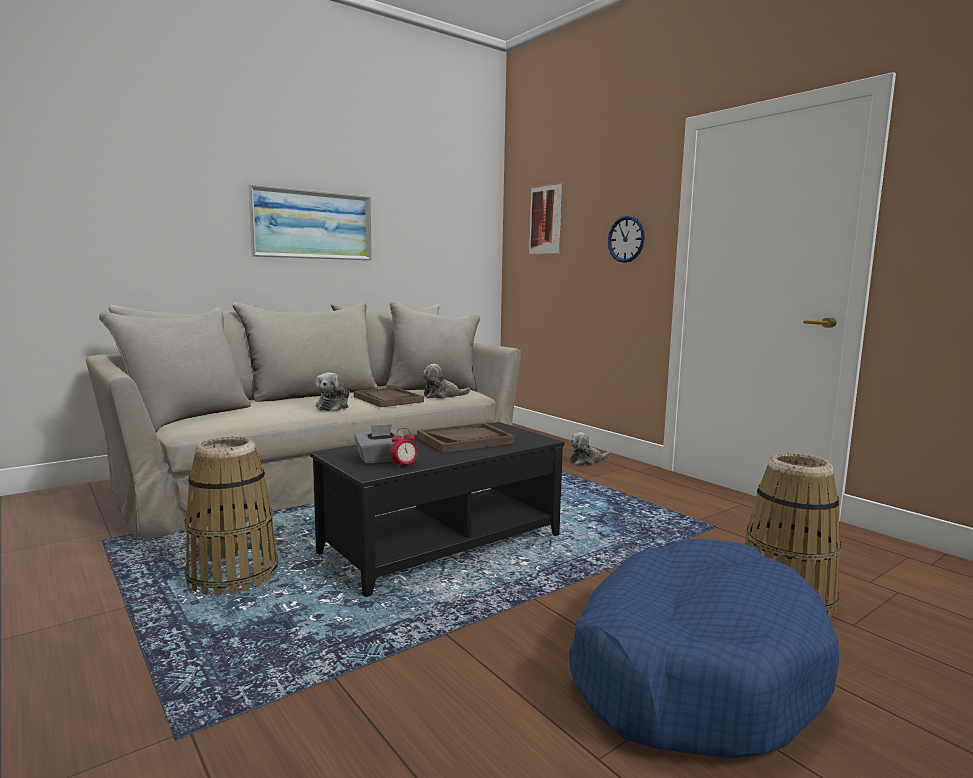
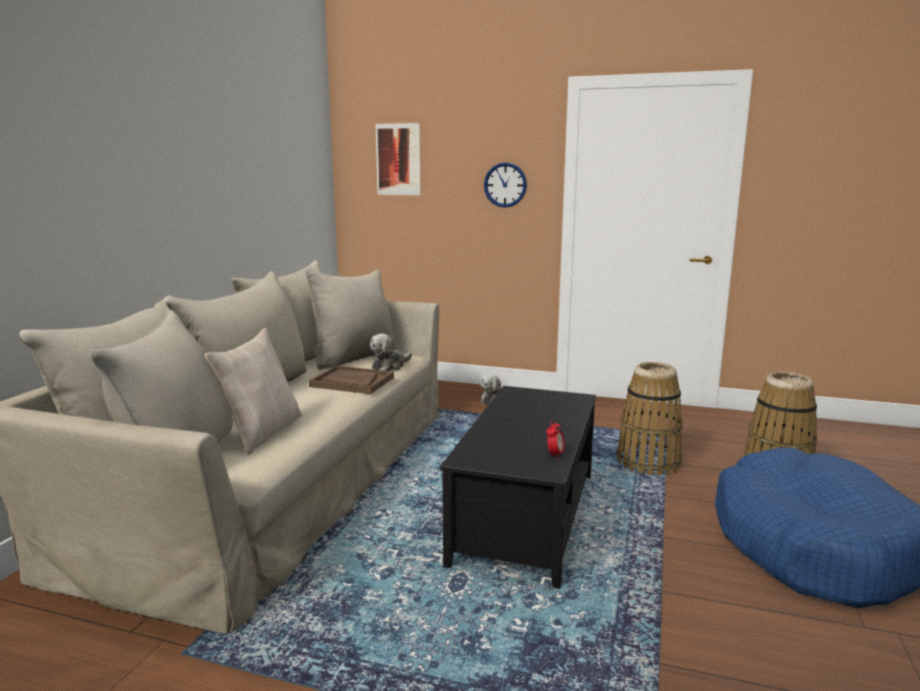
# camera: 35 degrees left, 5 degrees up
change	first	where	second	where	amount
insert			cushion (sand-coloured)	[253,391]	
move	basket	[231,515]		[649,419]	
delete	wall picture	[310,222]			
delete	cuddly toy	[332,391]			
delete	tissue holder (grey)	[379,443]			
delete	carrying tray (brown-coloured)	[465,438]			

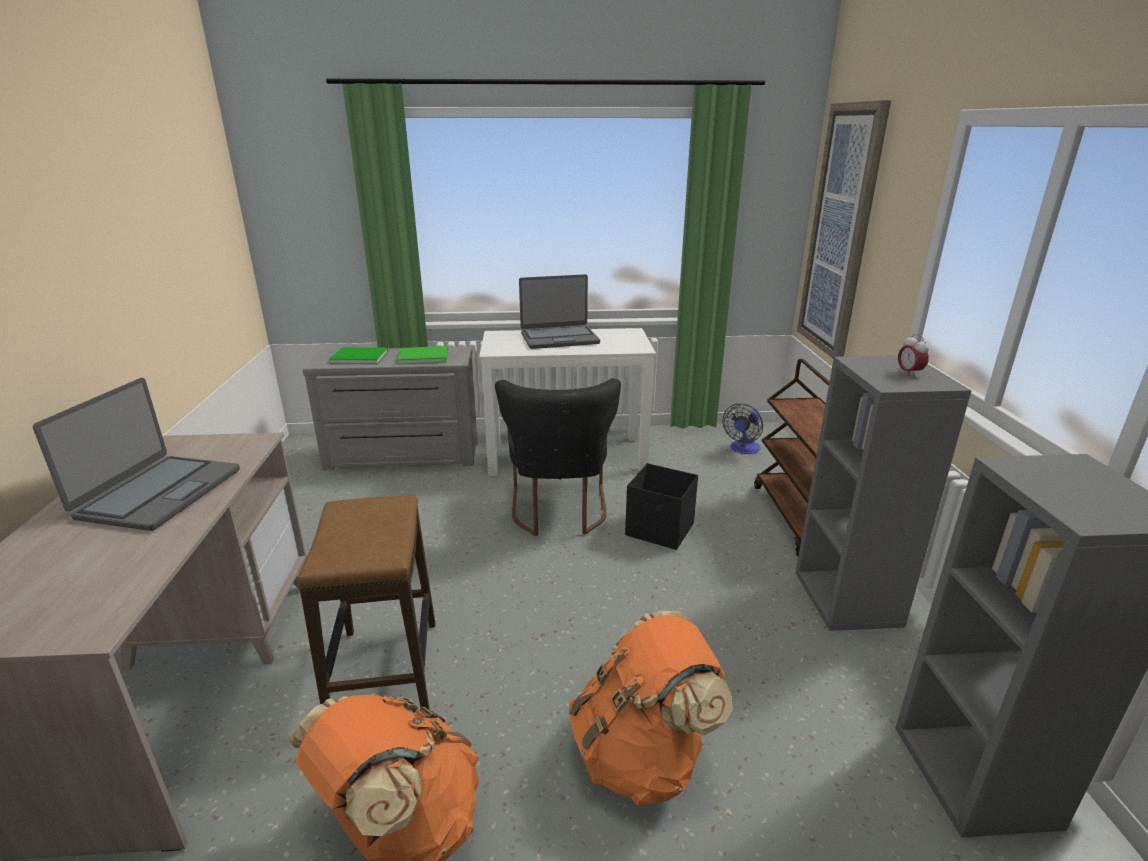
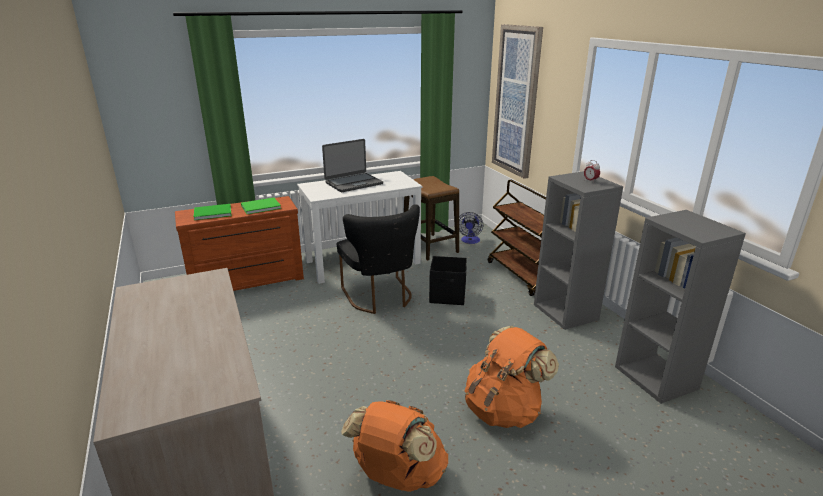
# camera: 20 degrees left, 0 degrees up
change	first	where	second	where	amount
recolor	chest of drawers (grey)	[390,408]	chest of drawers (brown-coloured)	[239,243]	
move	stool seat	[366,602]		[431,218]	
delete	portable computer	[136,454]			

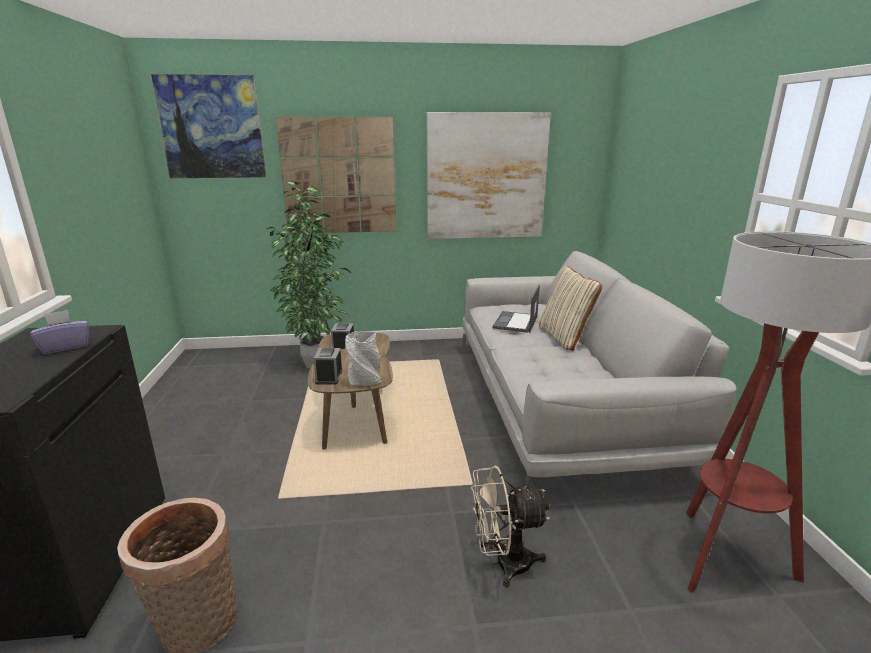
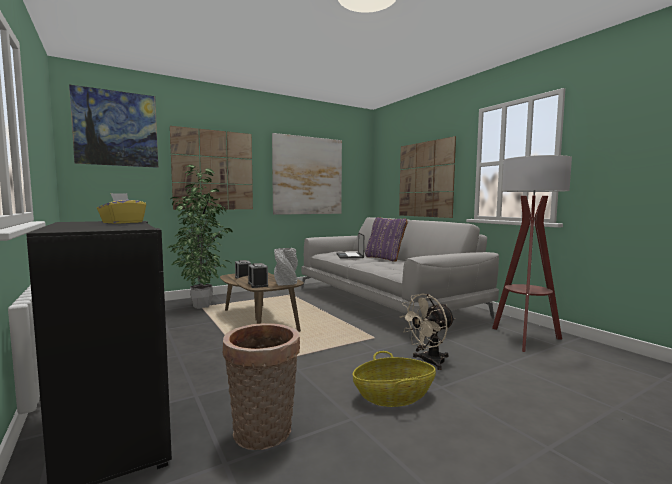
# camera: 25 degrees left, 15 degrees down
change	first	where	second	where	amount
recolor	tissue holder (purplish)	[59,332]	tissue holder (yellow-coloured)	[121,208]	
insert			basket	[394,379]	
recolor	cushion (sand-coloured)	[570,308]	cushion (purplish)	[386,239]	
insert			wall picture	[427,177]	

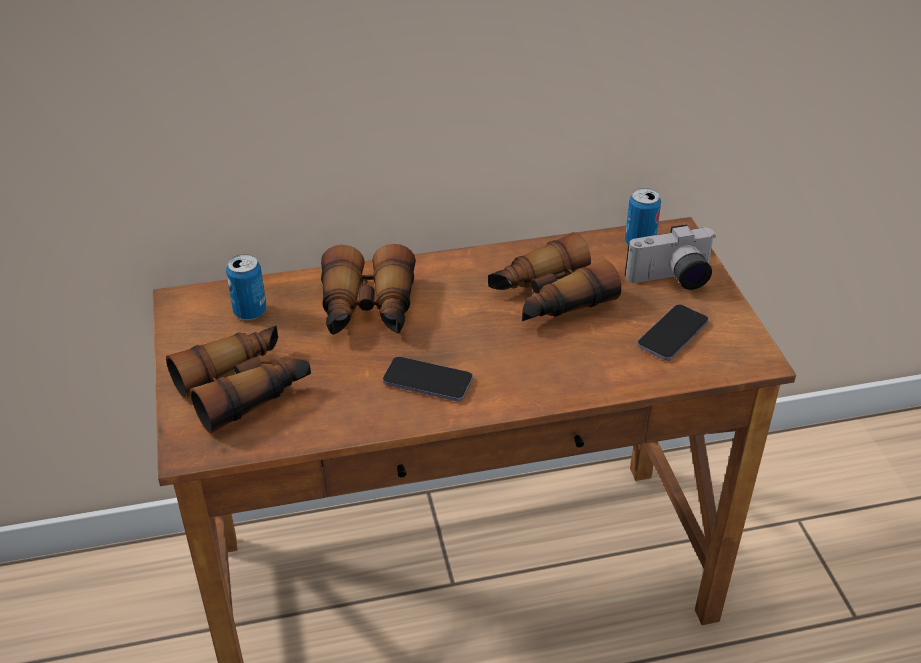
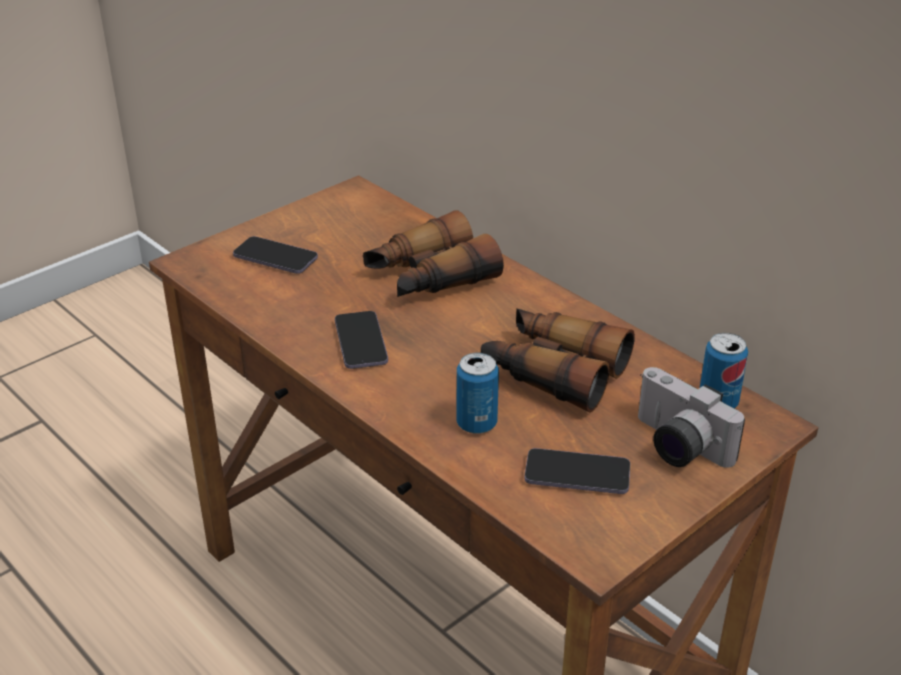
# camera: 60 degrees right, 5 degrees down
change	first	where	second	where	amount
replace	binoculars	[238,379]	phone	[275,255]	
move	metal can	[246,287]		[478,393]	

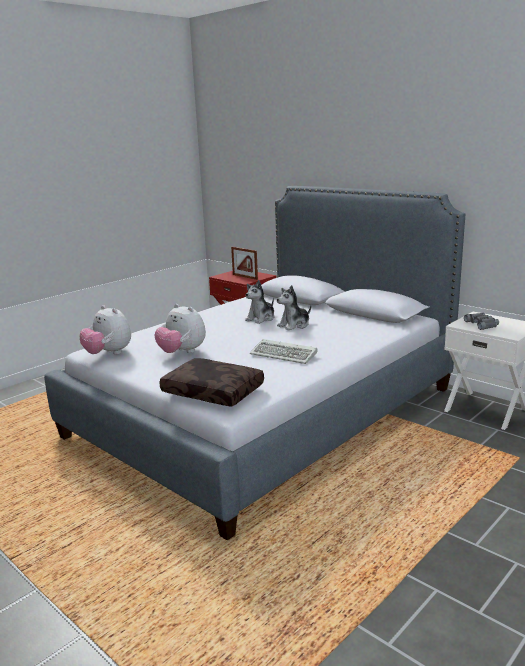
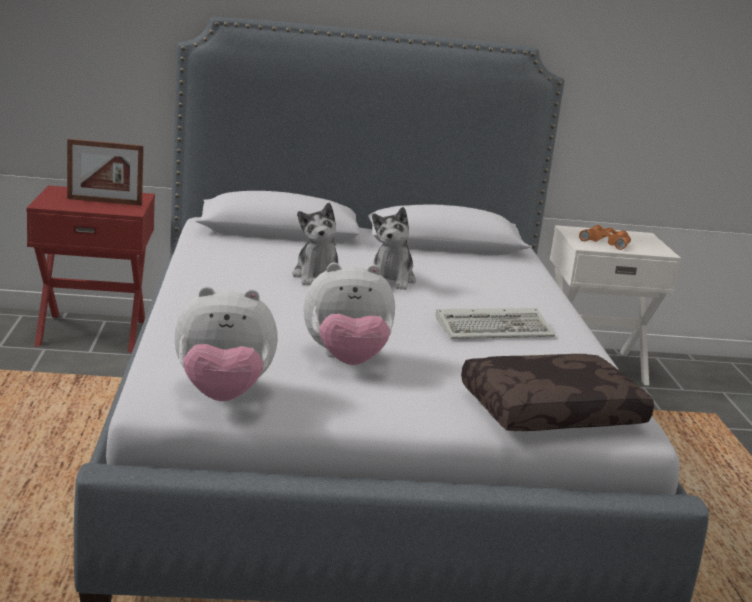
# camera: 50 degrees left, 0 degrees up
change	first	where	second	where	amount
recolor	binoculars (grey)	[481,321]	binoculars (orange)	[605,237]	

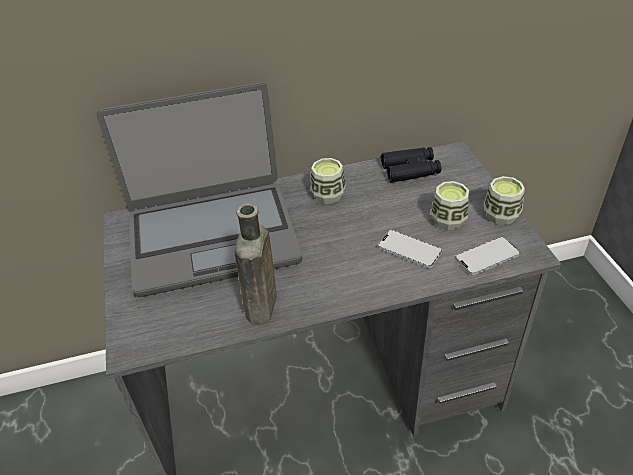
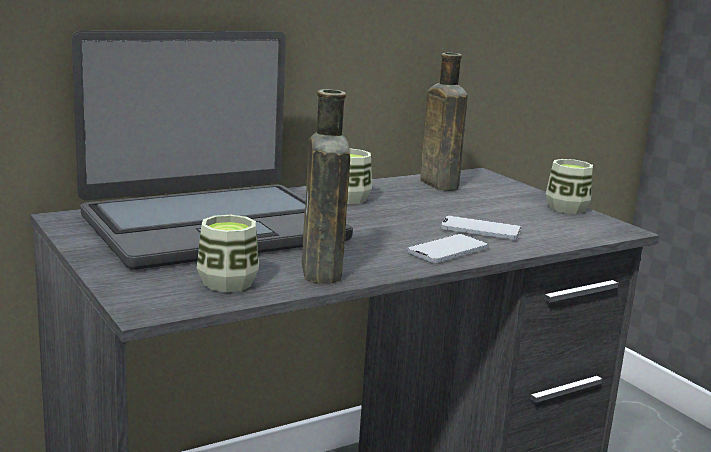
# camera: 20 degrees left, 25 degrees down
change	first	where	second	where	amount
move	drinking cup	[450,205]		[228,253]	
move	phone	[487,256]		[448,248]	
replace	binoculars (black)	[411,165]	beverage bottle (brown-coloured)	[444,122]	

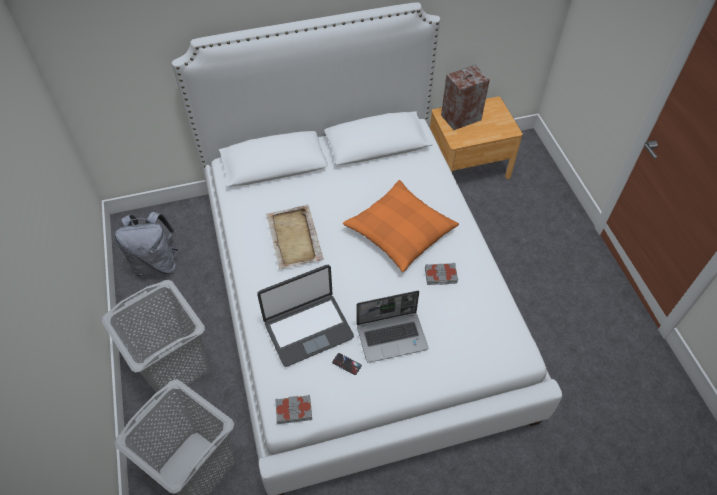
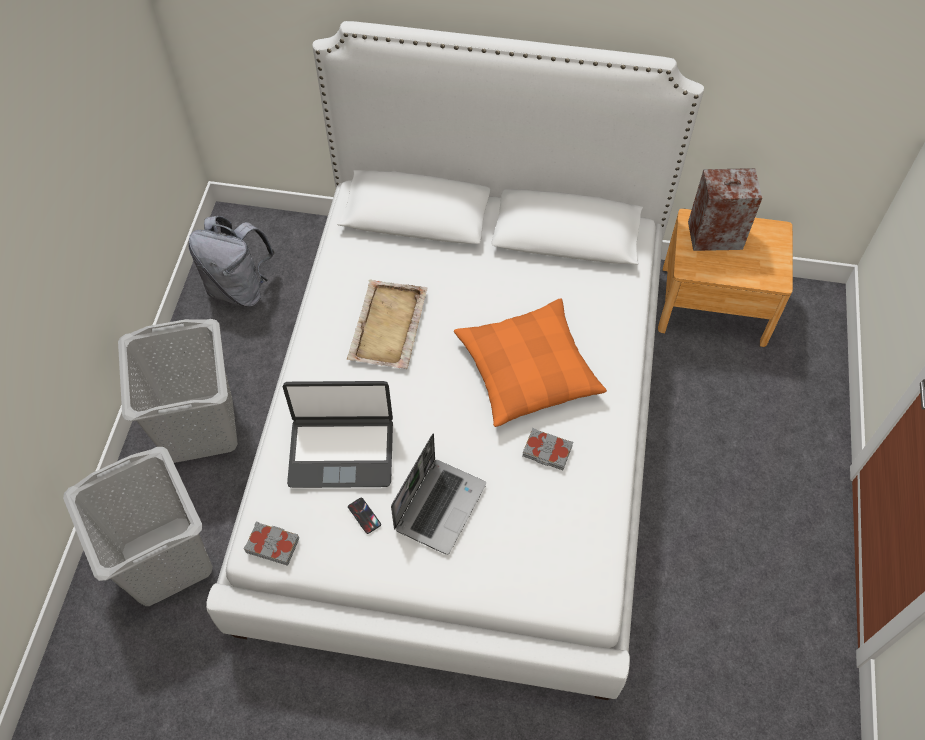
# camera: 25 degrees right, 5 degrees up
change	first	where	second	where	amount
rotate	portable computer	[392,327]		[438,494]	75 degrees counterclockwise

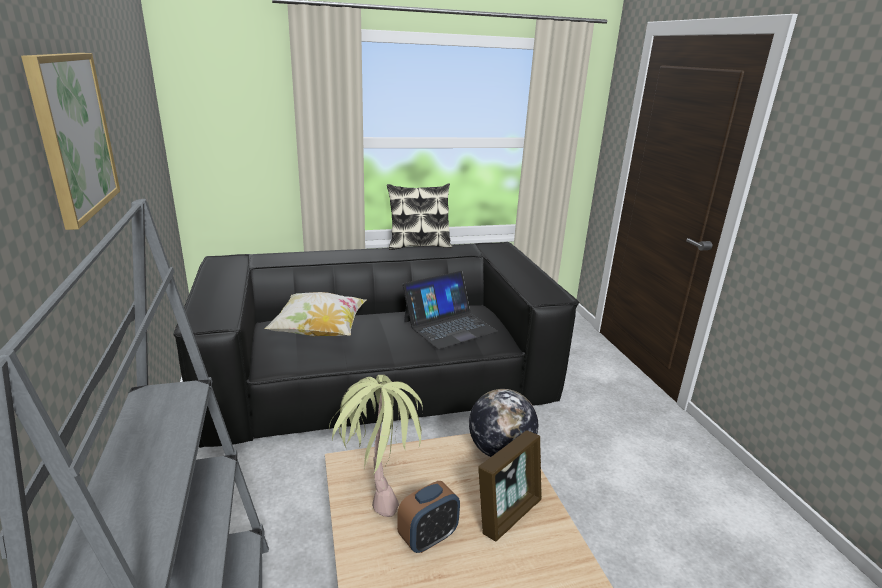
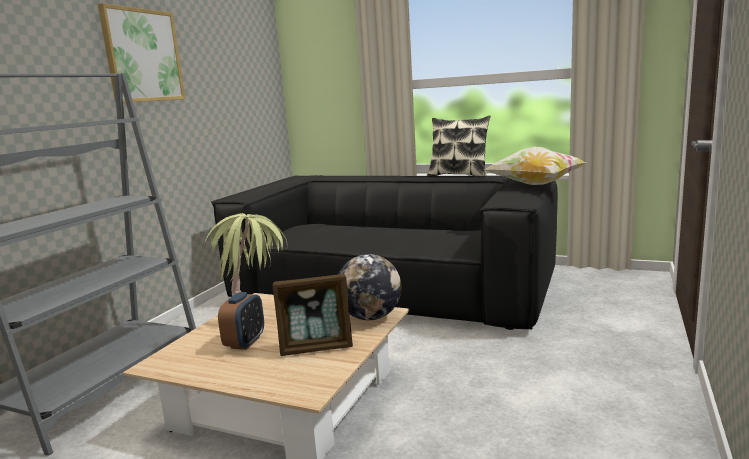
# camera: 40 degrees right, 10 degrees down
change	first	where	second	where	amount
rotate	alarm clock	[428,517]		[241,321]	75 degrees counterclockwise
move	cushion	[315,314]		[534,166]	
delete	portable computer	[450,310]			

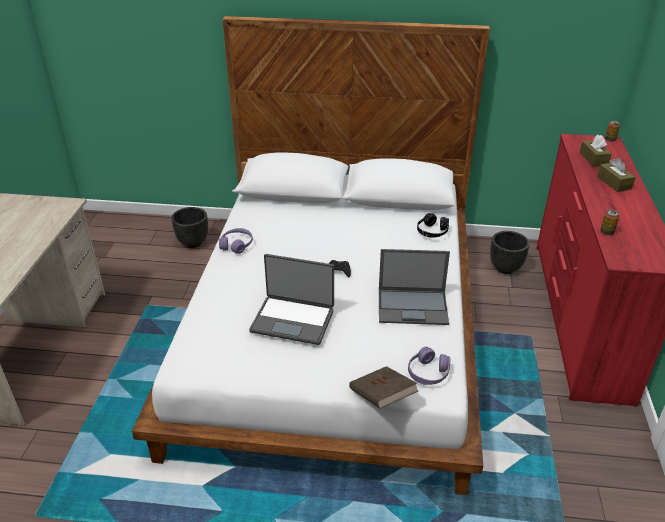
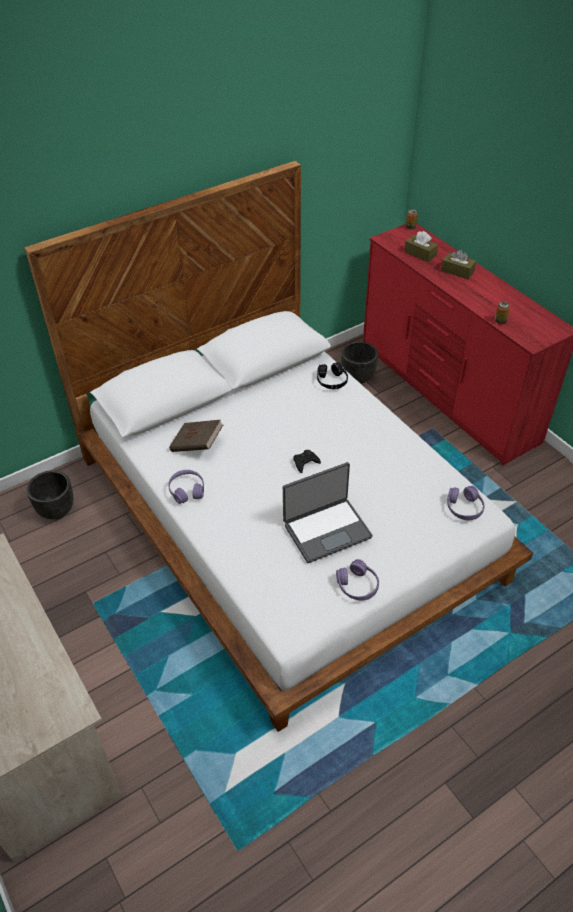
# camera: 40 degrees left, 10 degrees up
change	first	where	second	where	amount
move	volume (brown-coloured)	[383,387]		[196,436]	
insert			pair of headphones (purplish)	[357,579]	
delete	portable computer	[414,287]			

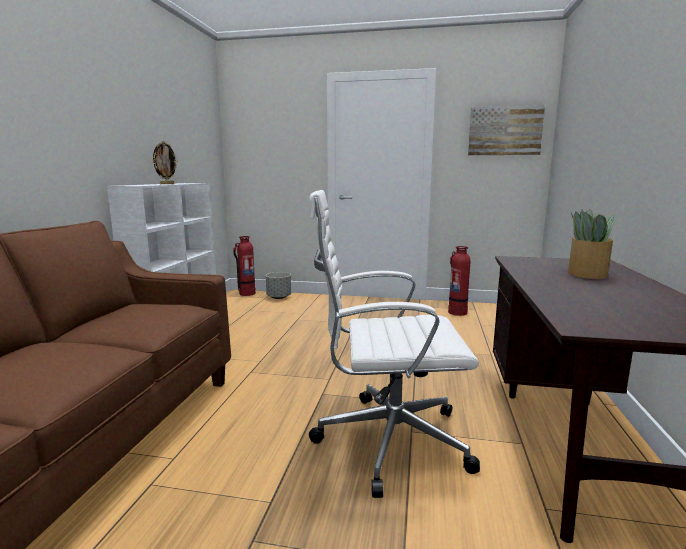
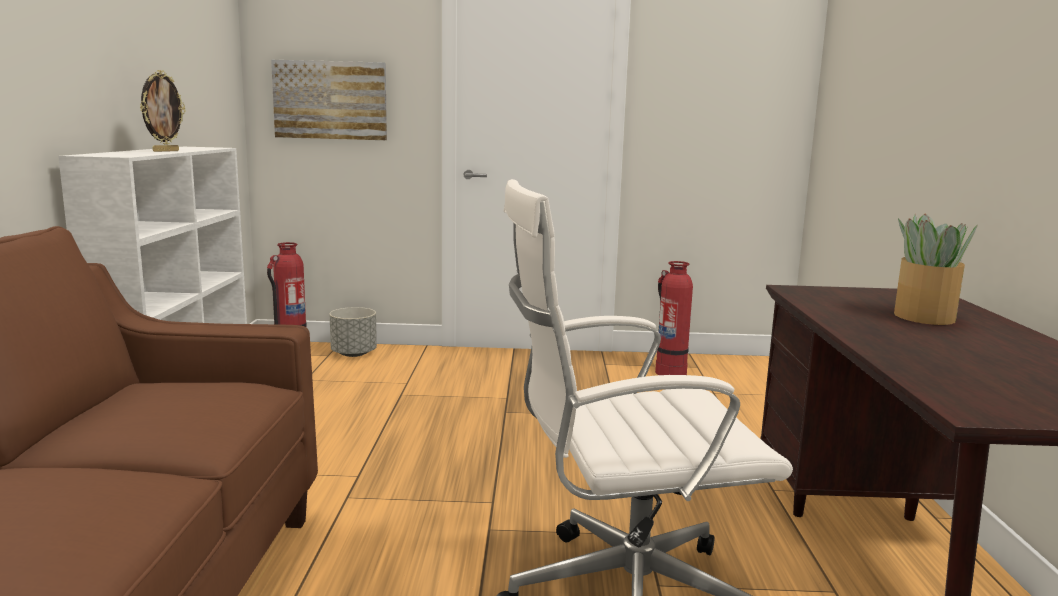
# camera: 10 degrees left, 0 degrees up
change	first	where	second	where	amount
move	wall picture	[506,130]		[329,100]	

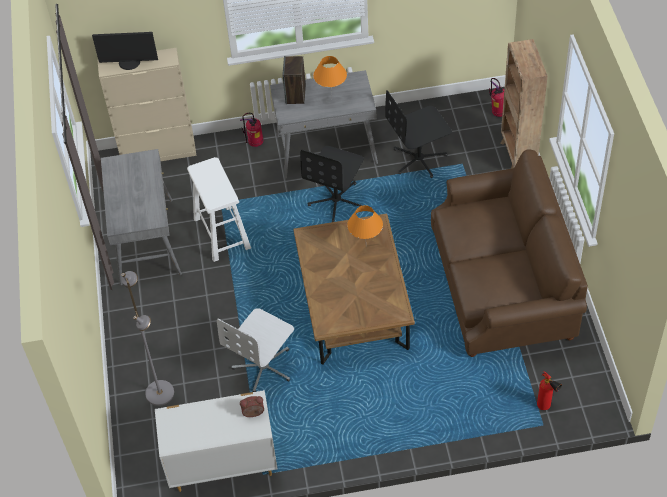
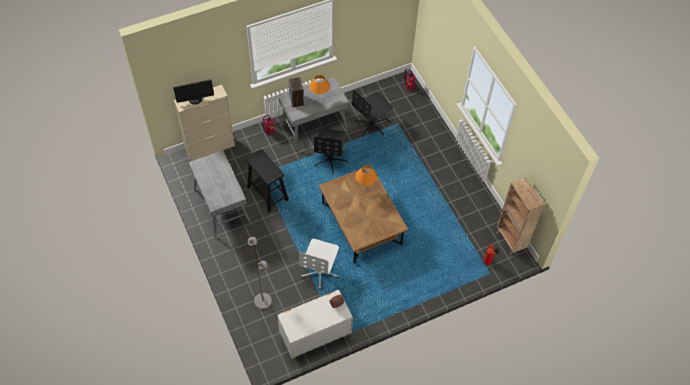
# camera: 20 degrees left, 5 degrees up
change	first	where	second	where	amount
recolor	stool seat (white)	[219,209]	stool seat (black)	[267,181]	
move	bookcase (brown-coloured)	[524,104]		[520,216]	
delete	settee (brown-coloured)	[509,253]			

